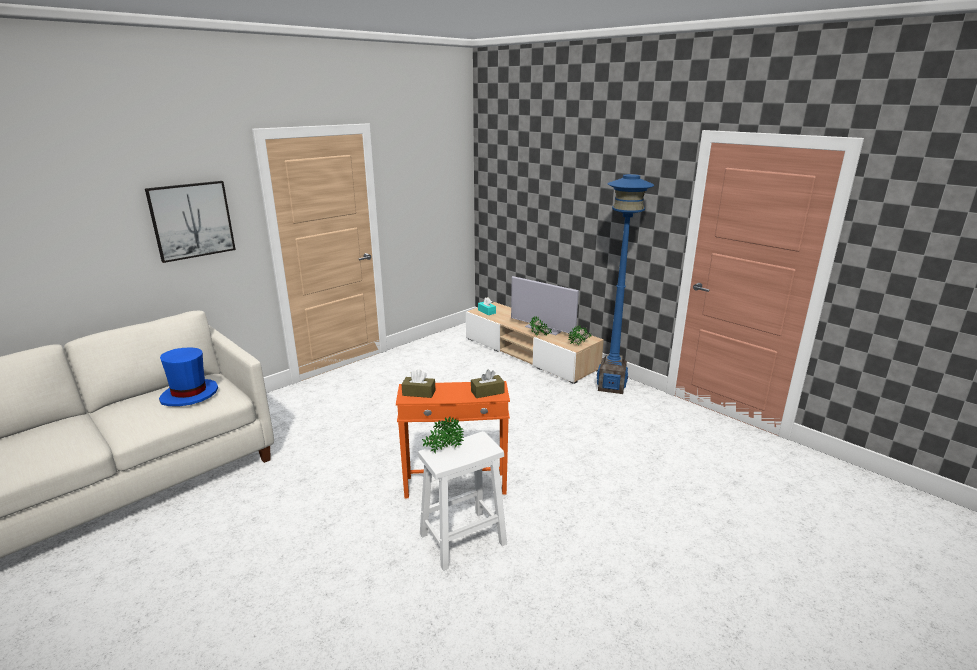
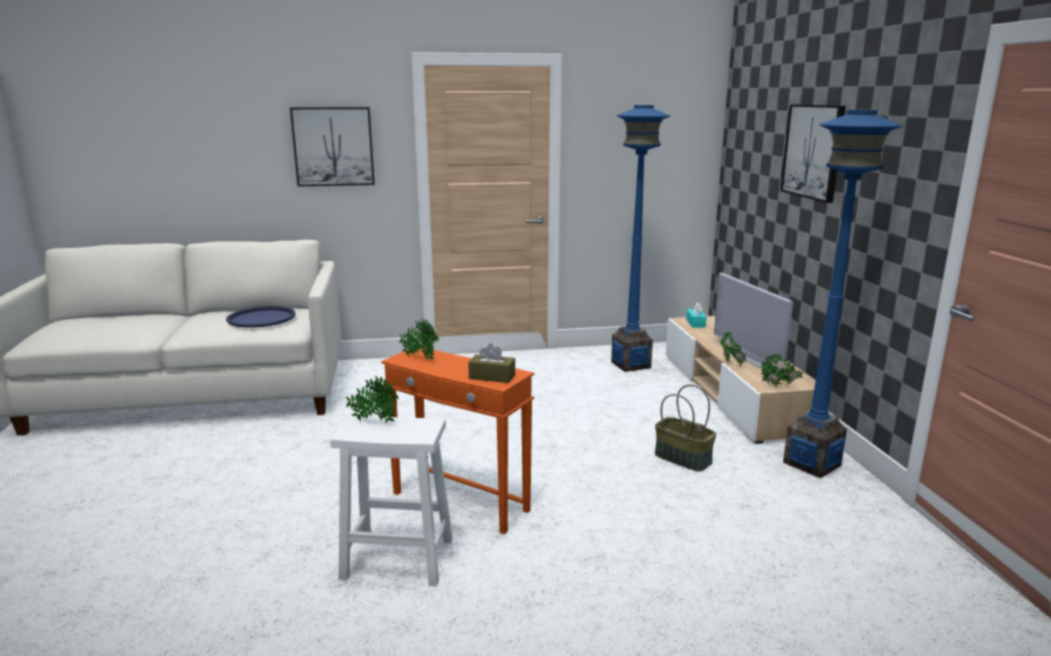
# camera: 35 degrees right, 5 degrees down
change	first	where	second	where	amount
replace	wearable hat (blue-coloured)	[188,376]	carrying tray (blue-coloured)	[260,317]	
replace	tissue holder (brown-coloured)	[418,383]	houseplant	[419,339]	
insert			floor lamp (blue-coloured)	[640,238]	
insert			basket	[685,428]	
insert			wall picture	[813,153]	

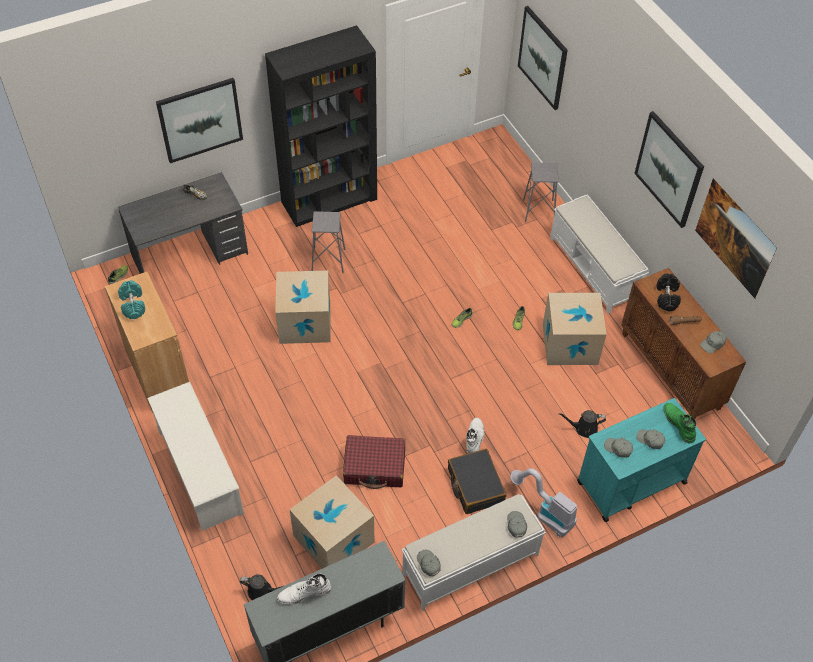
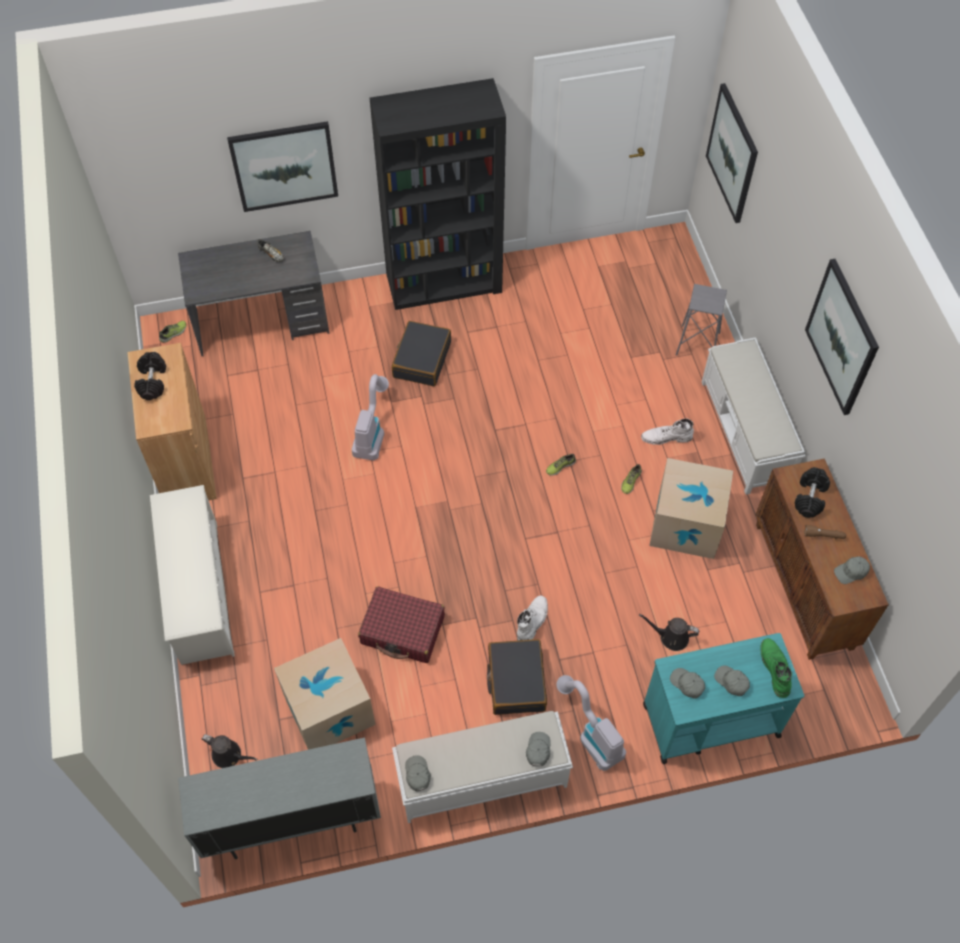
# camera: 15 degrees right, 5 degrees up
change	first	where	second	where	amount
recolor	dumbbell (blue-green)	[131,299]	dumbbell (black)	[150,376]	
replace	carton	[303,307]	hoover	[370,417]	
replace	stool seat (grey)	[328,242]	suitcase (black)	[421,353]	
move	tall boot (white)	[304,589]		[667,432]	
delete	wall picture	[736,239]			

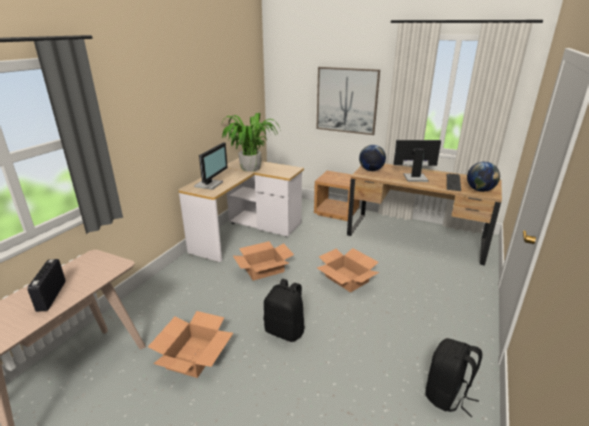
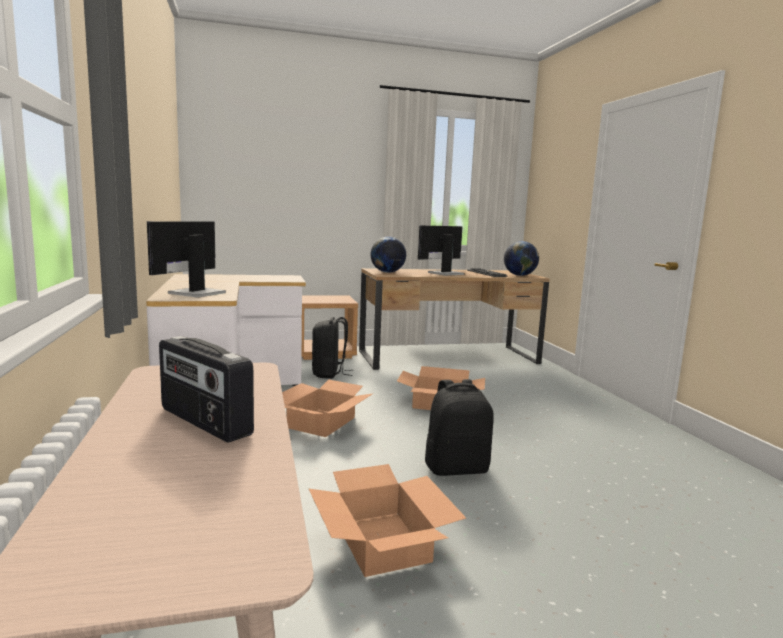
# camera: 40 degrees left, 15 degrees down
change	first	where	second	where	amount
rotate	computer screen	[211,166]		[186,259]	135 degrees counterclockwise
move	backpack (black)	[454,377]		[332,348]	
delete	houseplant	[251,142]			
delete	wall picture	[348,101]			

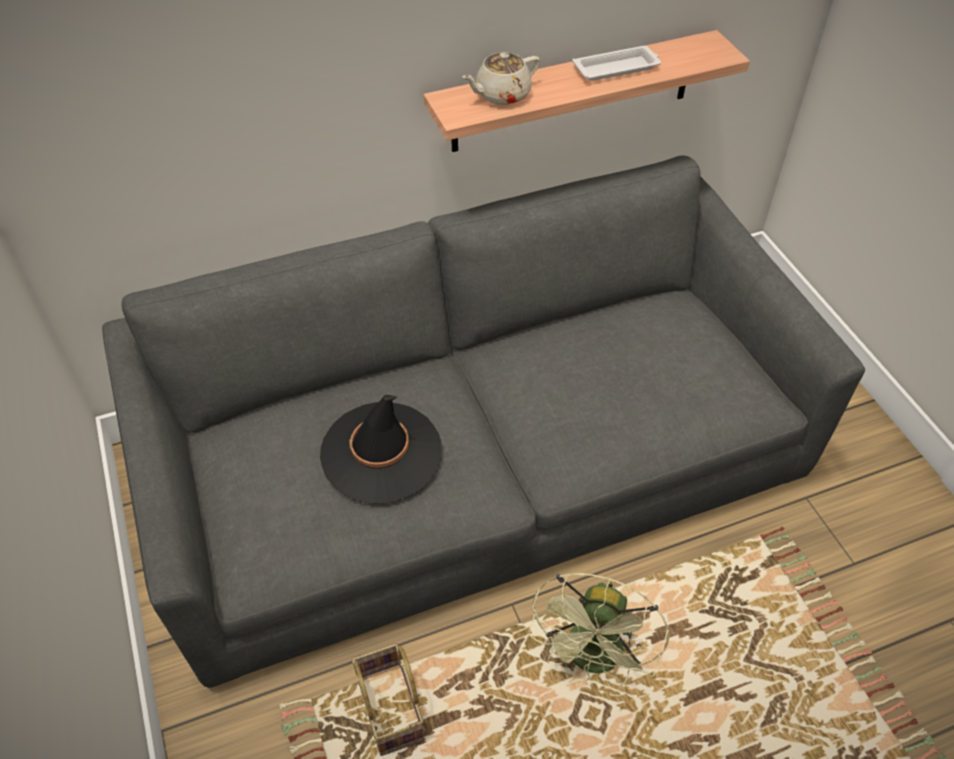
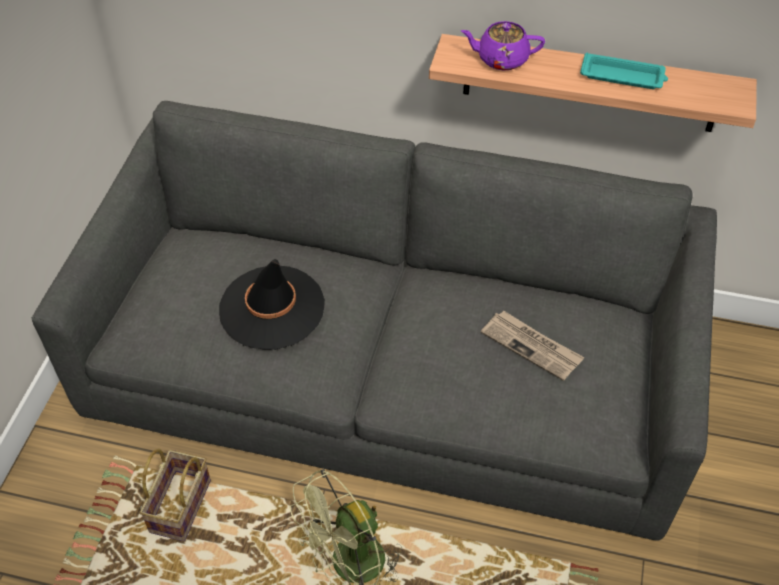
# camera: 35 degrees right, 0 degrees up
change	first	where	second	where	amount
recolor	pot for tea (sand-coloured)	[501,78]	pot for tea (purplish)	[503,46]	
insert			printed paper	[533,346]	
recolor	carrying tray (white)	[617,63]	carrying tray (blue-green)	[624,70]	

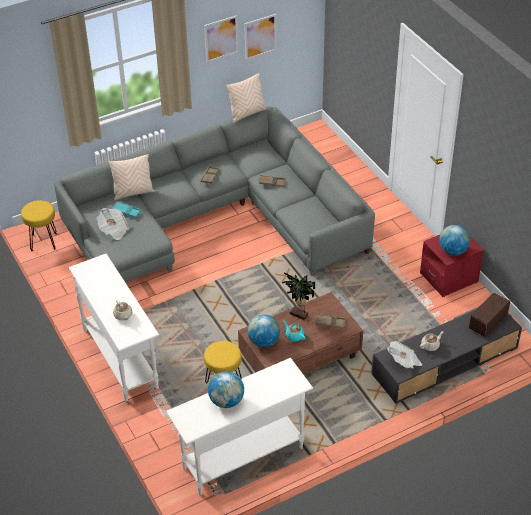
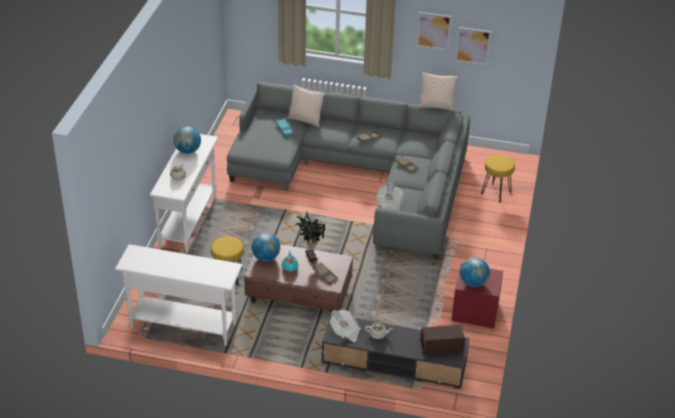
# camera: 40 degrees right, 5 degrees down
change	first	where	second	where	amount
move	world globe	[226,390]		[187,140]	
move	printed paper	[113,224]		[390,197]	
move	stool seat (yellow-coloured)	[39,225]		[498,179]	

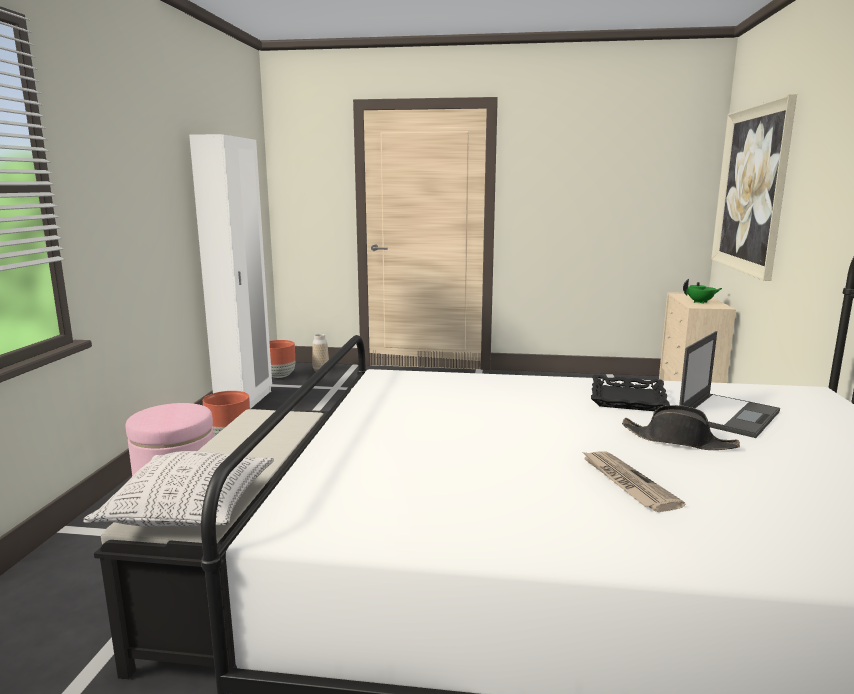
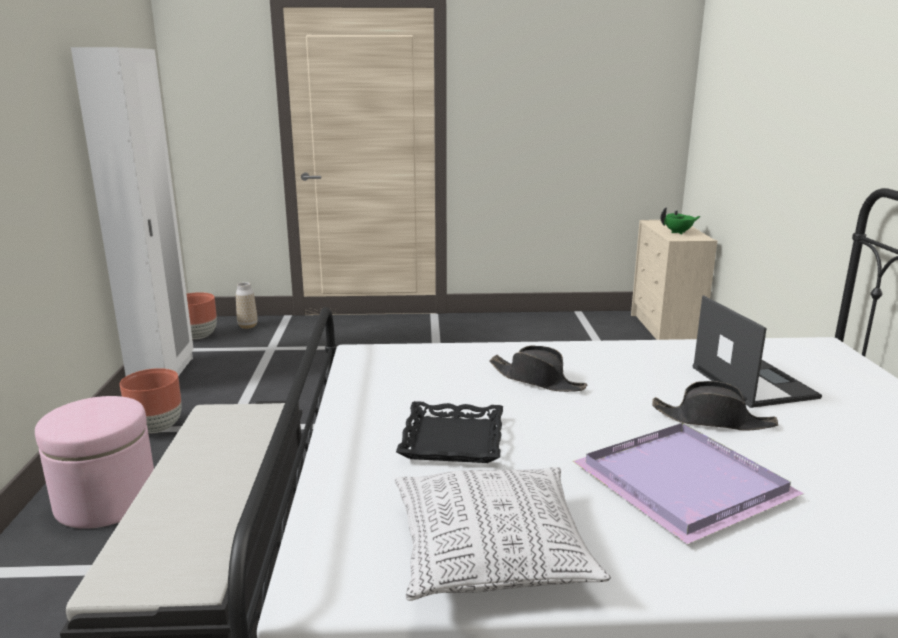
# camera: 10 degrees left, 5 degrees up
change	first	where	second	where	amount
move	cushion	[178,489]		[503,534]	
move	carrying tray (black)	[630,393]		[449,432]	
insert			wearable hat (black)	[538,369]	
replace	printed paper	[633,481]	carrying tray (purplish)	[688,483]	
rotate	portable computer	[729,384]		[757,351]	45 degrees counterclockwise
delete	wall picture	[754,187]			

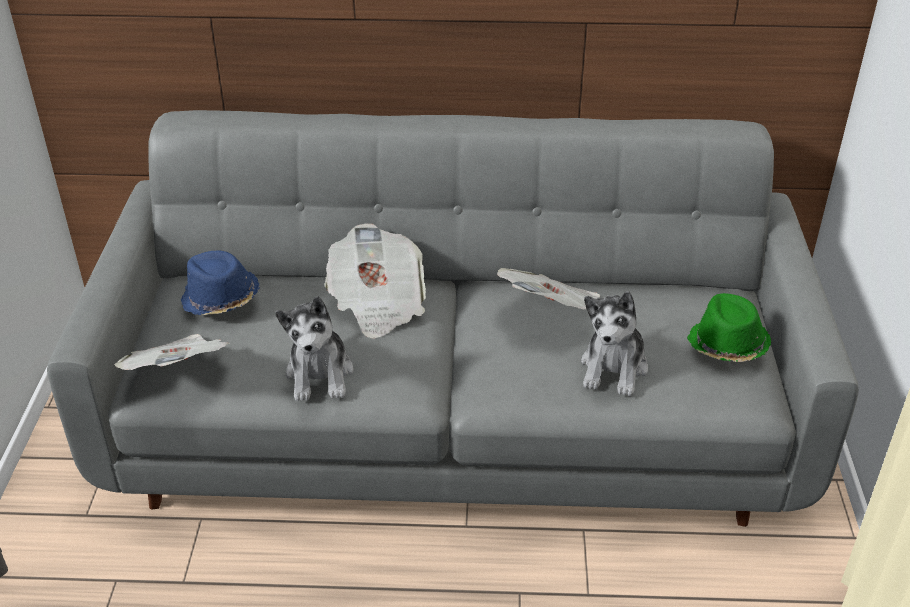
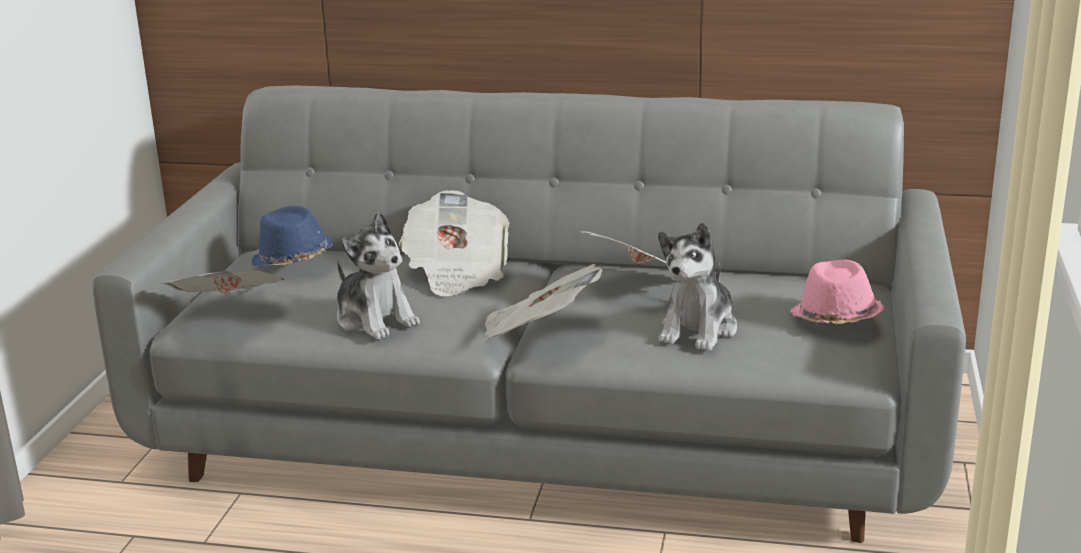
# camera: 10 degrees right, 15 degrees down
change	first	where	second	where	amount
rotate	cuddly toy	[314,348]		[378,276]	45 degrees counterclockwise
insert			printed paper	[542,302]	
recolor	wearable hat (greenish)	[729,327]	wearable hat (pink)	[837,292]	

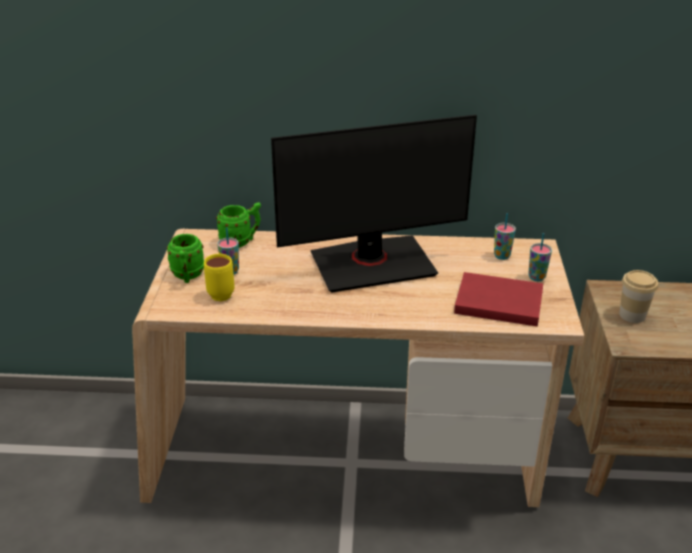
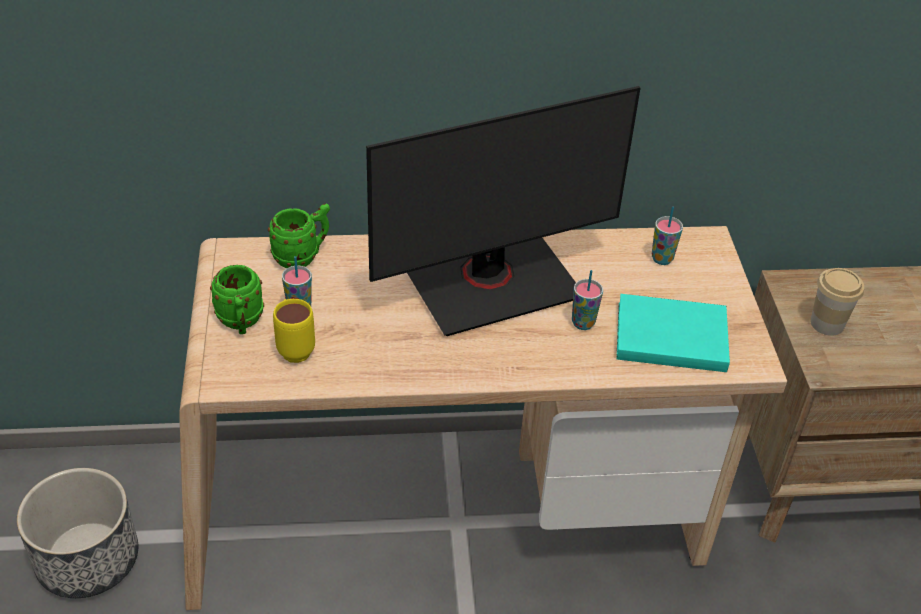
# camera: 10 degrees left, 10 degrees up
change	first	where	second	where	amount
insert			planter	[77,533]	
move	drinking cup	[540,257]		[587,300]	
recolor	volume (red)	[498,299]	volume (blue-green)	[673,333]	

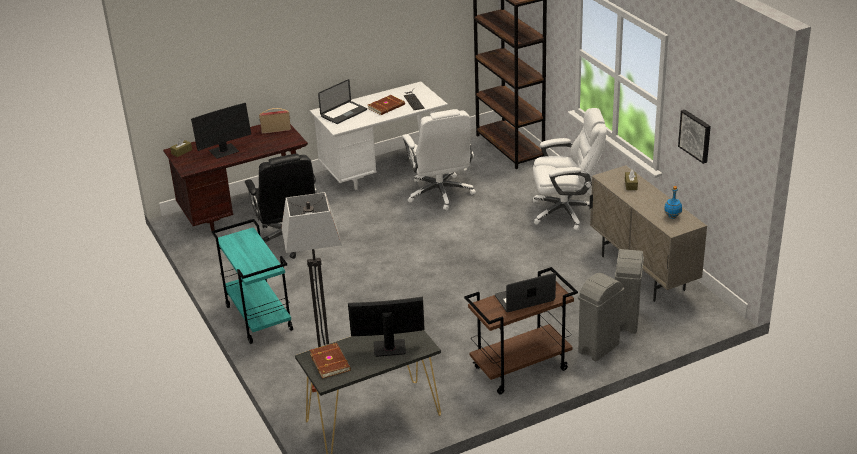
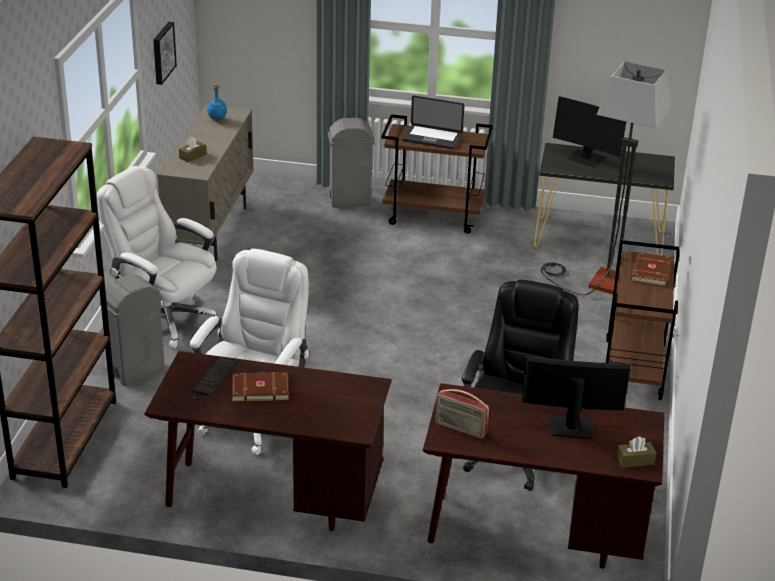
# camera: 145 degrees left, 0 degrees up
change	first	where	second	where	amount
move	waste bin (grey)	[629,291]		[132,330]	
recolor	desk (white)	[379,136]	desk (brown-coloured)	[268,441]	
recolor	cart (blue-green)	[252,281]	cart (brown-coloured)	[642,320]	
move	volume (brown-coloured)	[330,361]		[651,269]	
delete	portable computer	[342,101]			

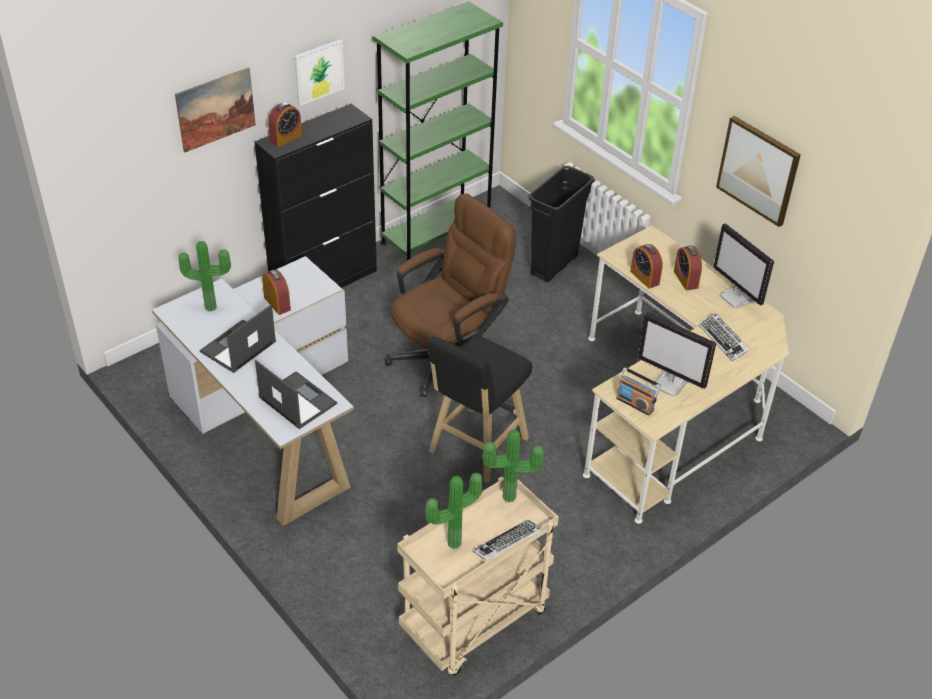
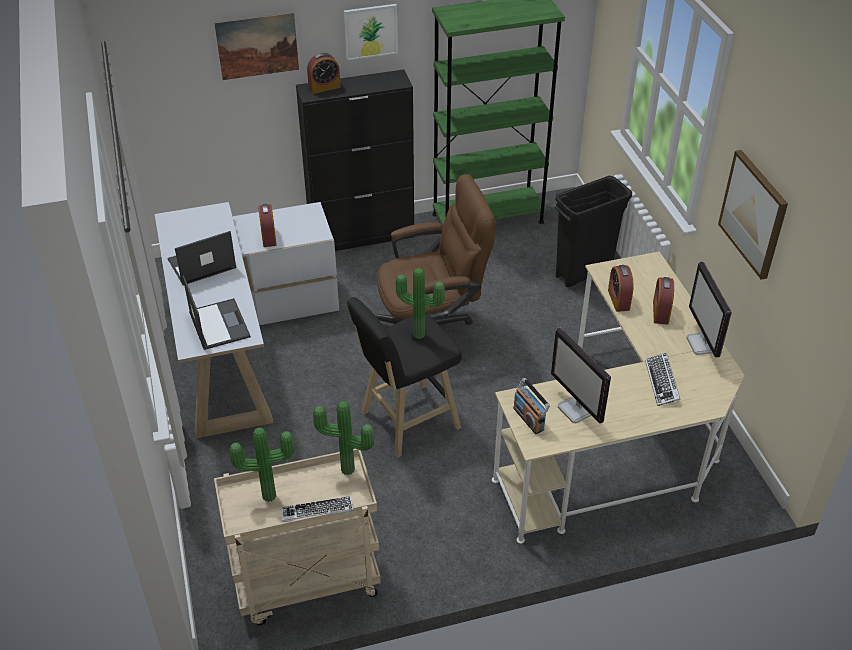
# camera: 25 degrees right, 0 degrees up
change	first	where	second	where	amount
move	houseplant	[204,276]		[420,303]	

